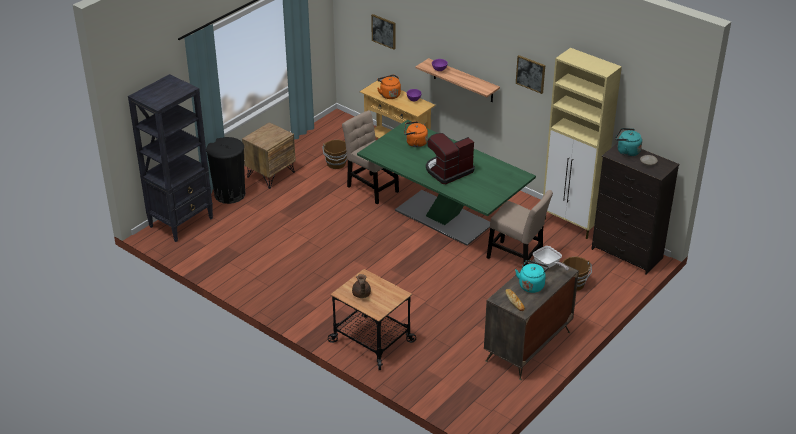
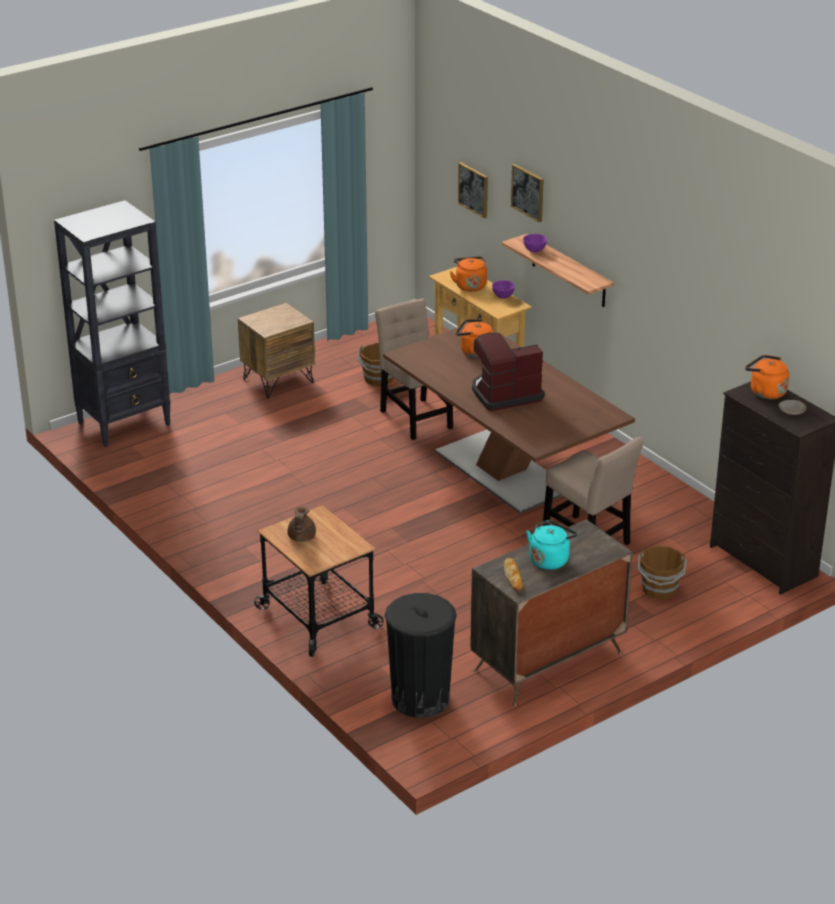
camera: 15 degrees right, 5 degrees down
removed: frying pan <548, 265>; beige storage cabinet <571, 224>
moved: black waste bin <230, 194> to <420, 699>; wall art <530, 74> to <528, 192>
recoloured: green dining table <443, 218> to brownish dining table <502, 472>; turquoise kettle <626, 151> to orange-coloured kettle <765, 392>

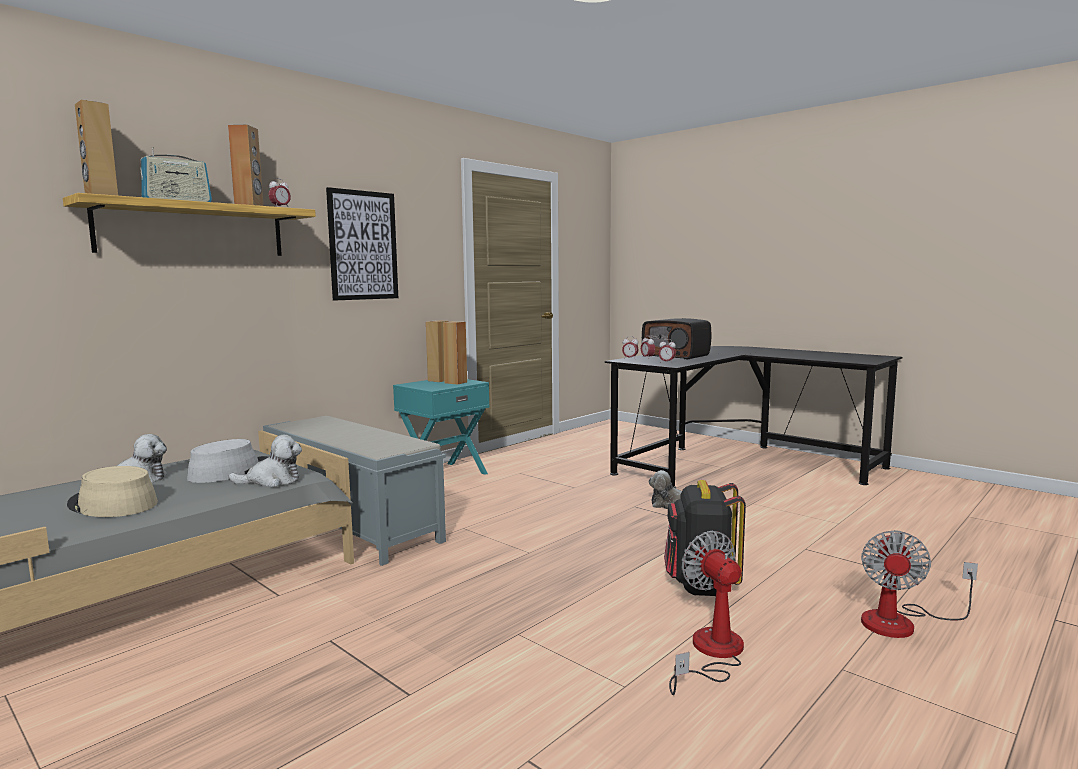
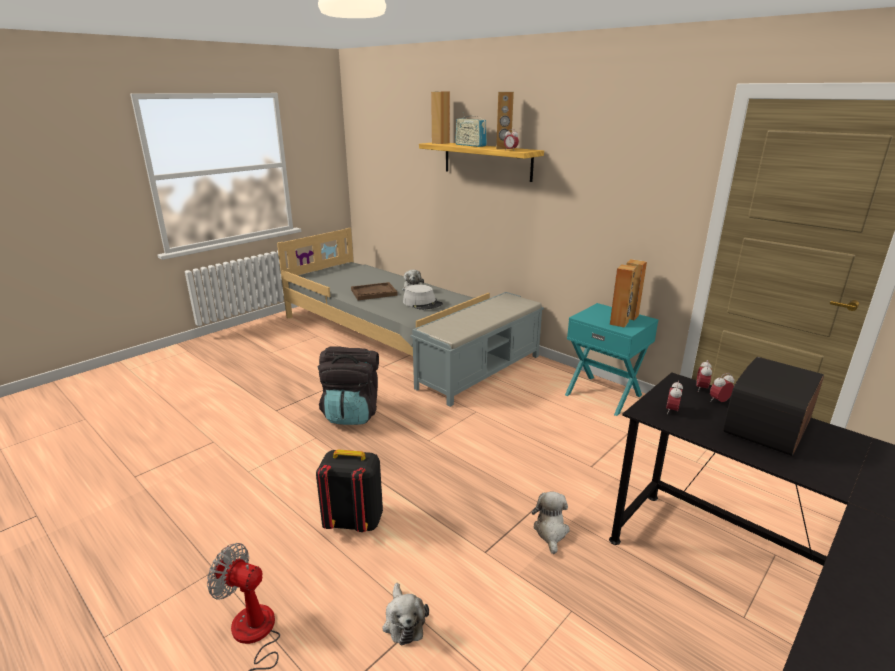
camera: 90 degrees right, 15 degrees up
removed: wall art <363, 245>; cooling fan <711, 653>
added: black backpack <352, 413>
moved: soft toy <272, 481> to <403, 621>
replaced: beige hat <112, 504> to brownish carrying tray <374, 292>

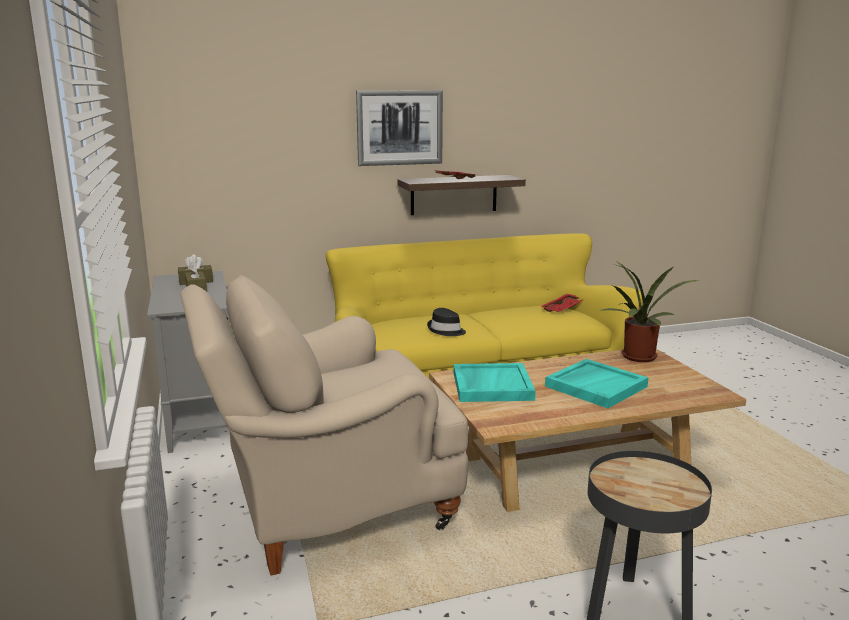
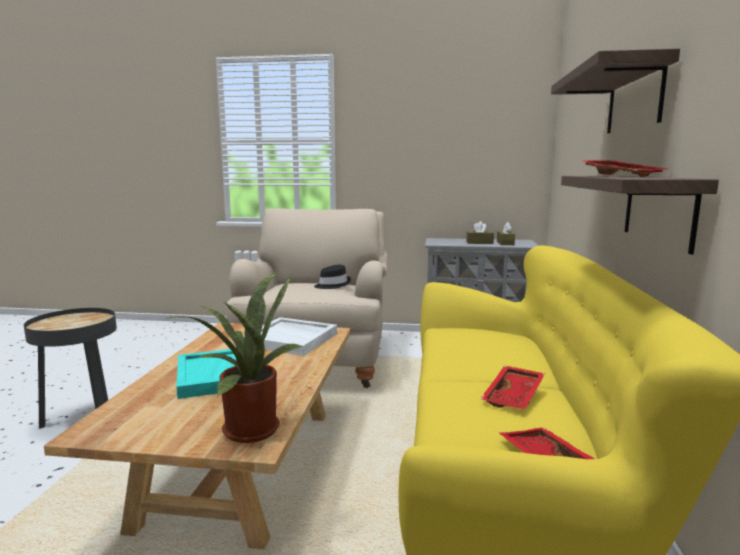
camera: 115 degrees right, 5 degrees down
added: reddish carrying tray <514, 396>
moved: black hat <446, 330> to <332, 285>
replaced: wall art <399, 127> to bracket shelf <634, 99>
recoloured: turquoise carrying tray <491, 386> to whitish carrying tray <291, 339>

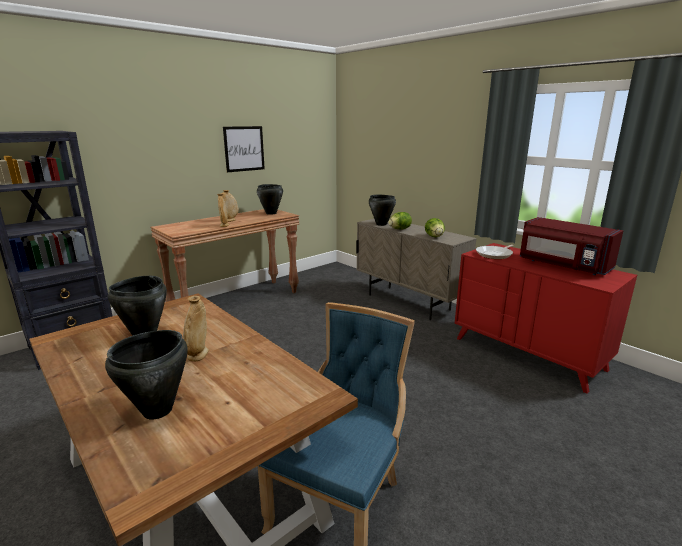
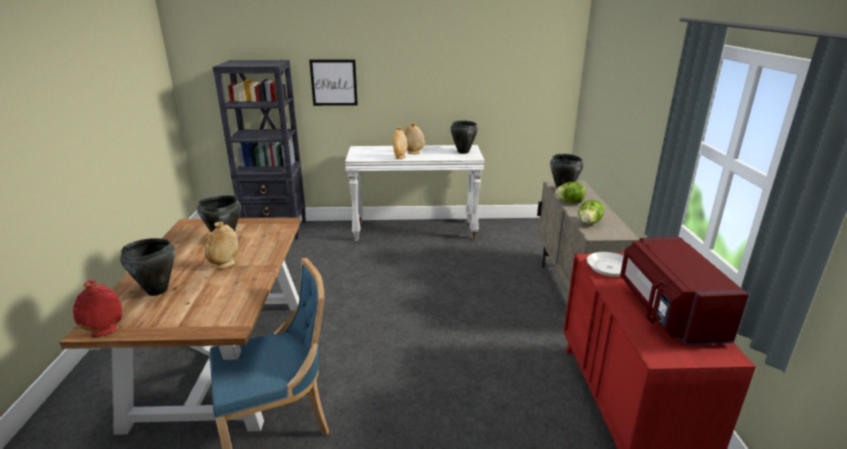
camera: 40 degrees right, 5 degrees up
added: reddish flower vase <104, 331>
moved: wall art <244, 148> to <334, 82>
recoloured: brownish narrow table <236, 301> to whitish narrow table <415, 231>

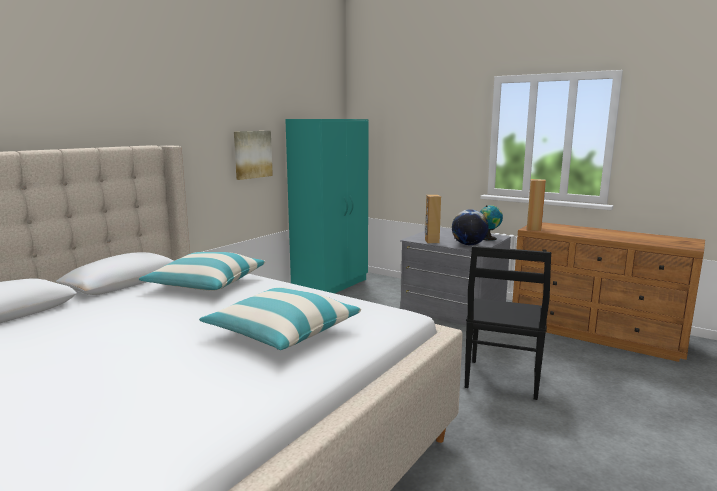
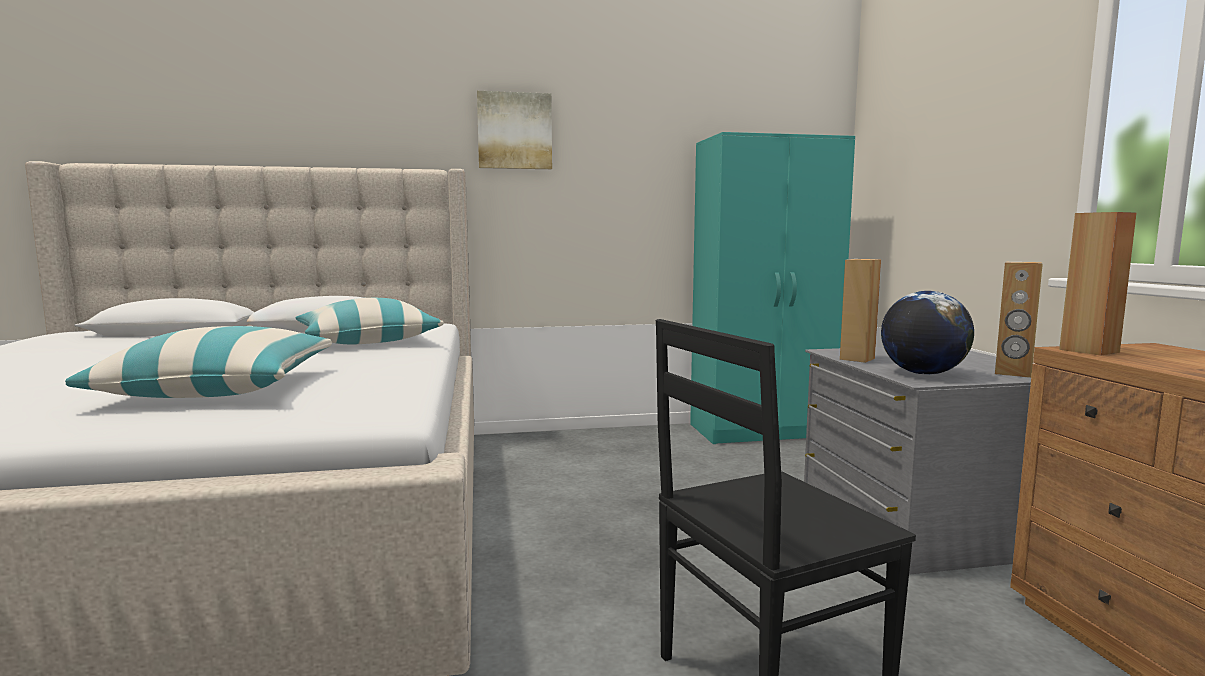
camera: 45 degrees right, 5 degrees down
moved: wall art <252, 154> to <514, 131>
replaced: desk globe <489, 238> to brownish loudspeaker <1013, 373>

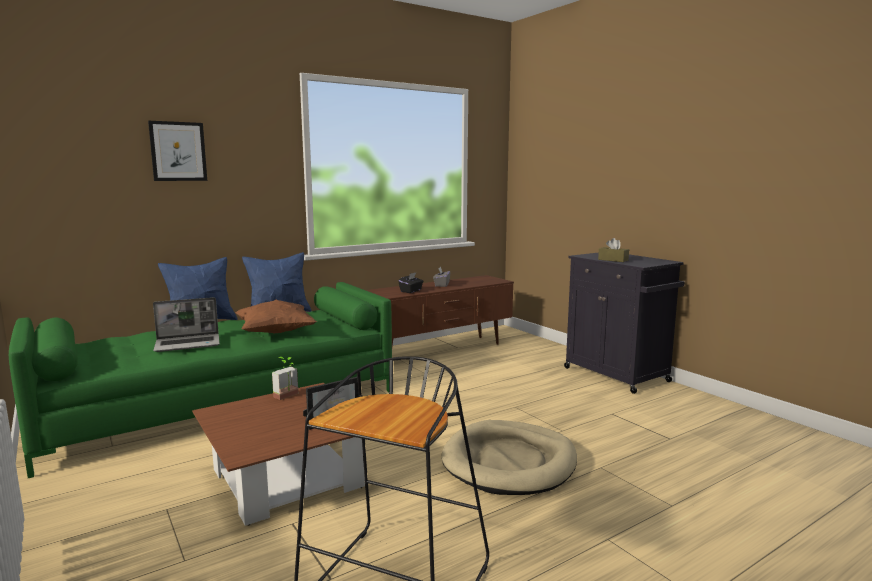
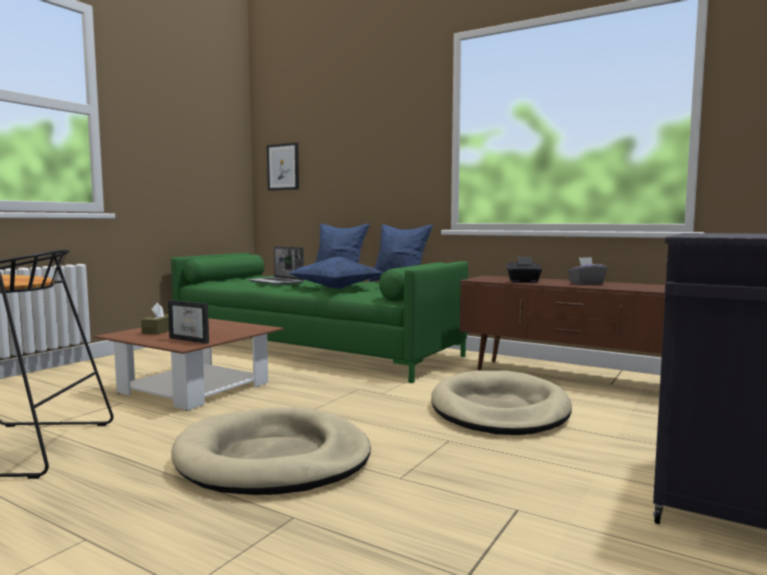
camera: 65 degrees right, 5 degrees down
removed: houseplant <288, 396>
added: beige dog bed <499, 409>
moved: wall art <178, 151> to <283, 167>; brownish tissue box <613, 260> to <159, 331>
recoloured: brownish throw pillow <276, 333> to bluish throw pillow <336, 288>

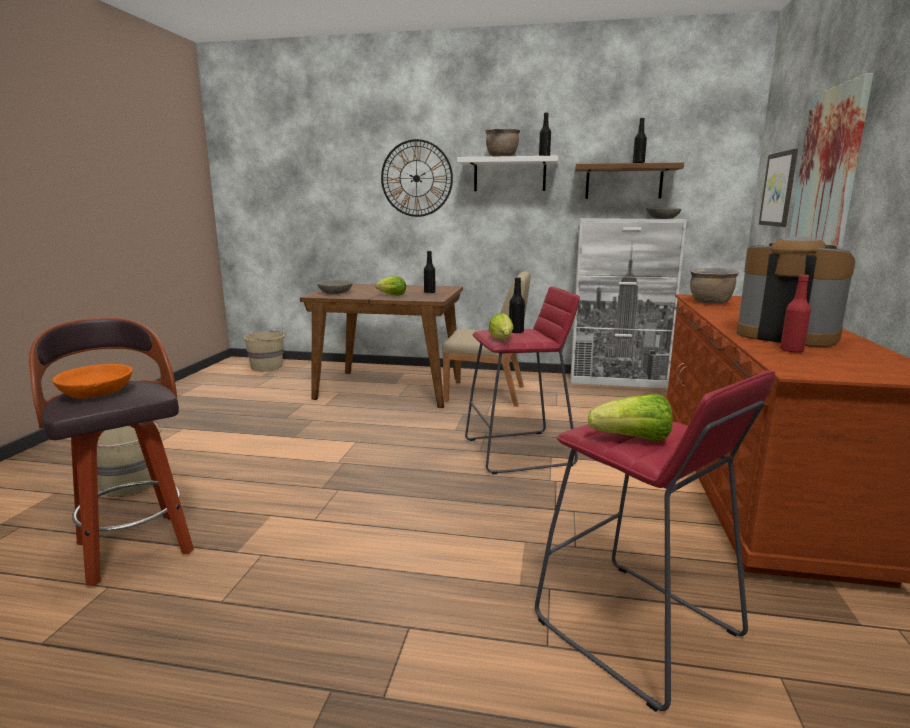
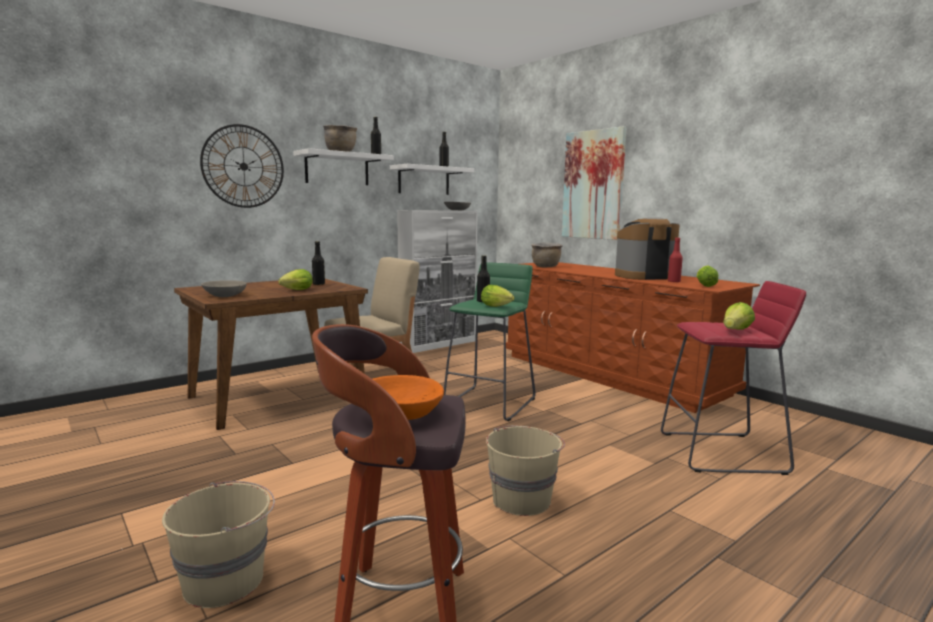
camera: 50 degrees left, 5 degrees down
removed: wall art <779, 189>
added: lettuce <704, 285>
moved: beige pail <267, 367> to <522, 499>
recoloured: reddish sitting stool <519, 452> to green sitting stool <490, 403>; brownish bracket shelf <623, 182> to whitish bracket shelf <424, 180>

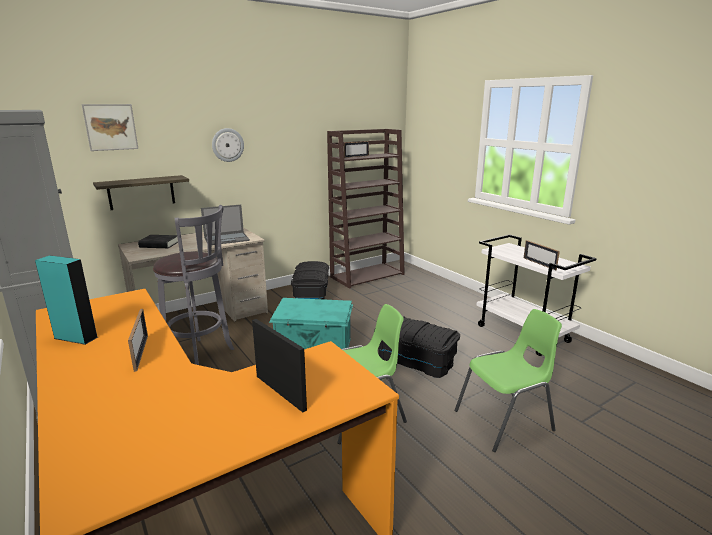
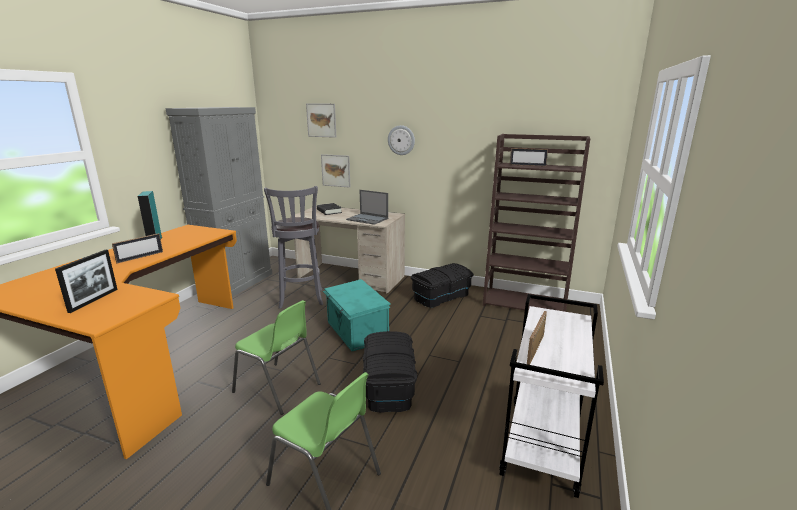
camera: 55 degrees right, 0 degrees up
replaced: bracket shelf <141, 192> to wall art <336, 170>

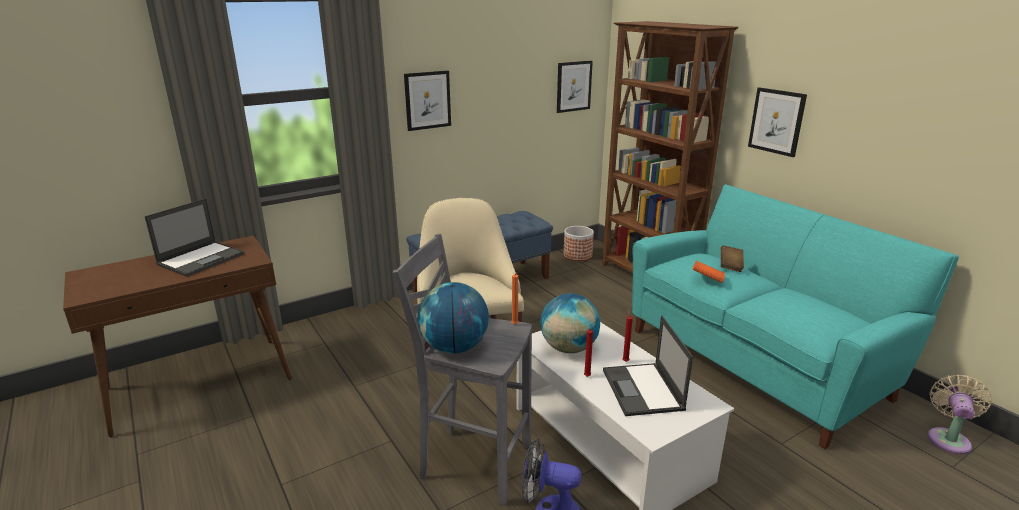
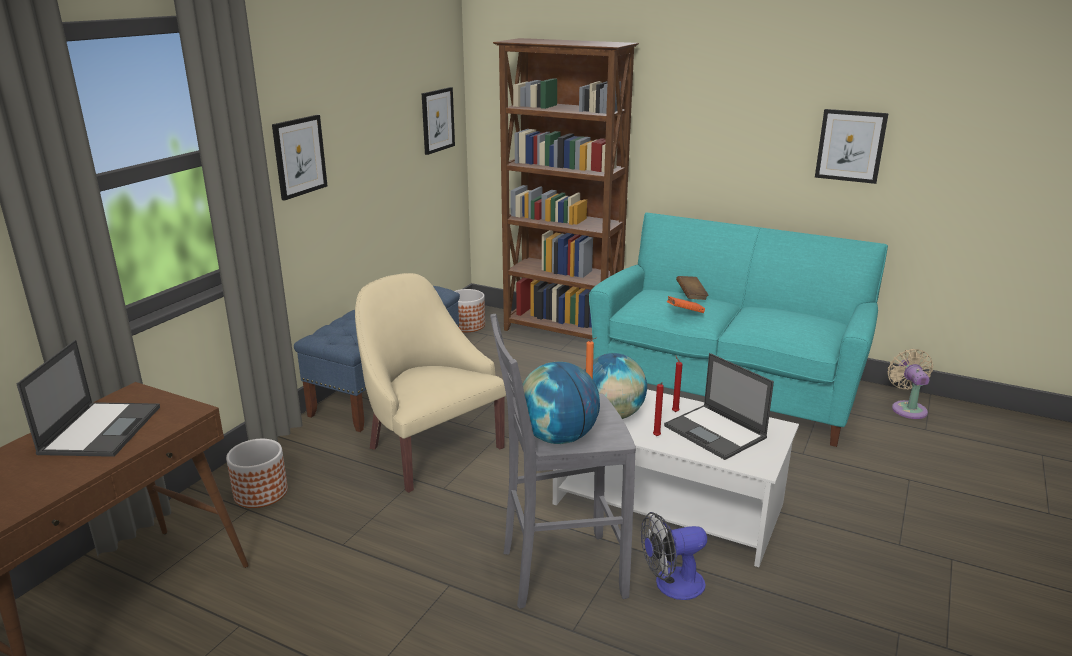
camera: 30 degrees left, 0 degrees up
added: planter <261, 493>
moved: wall art <776, 121> to <850, 146>

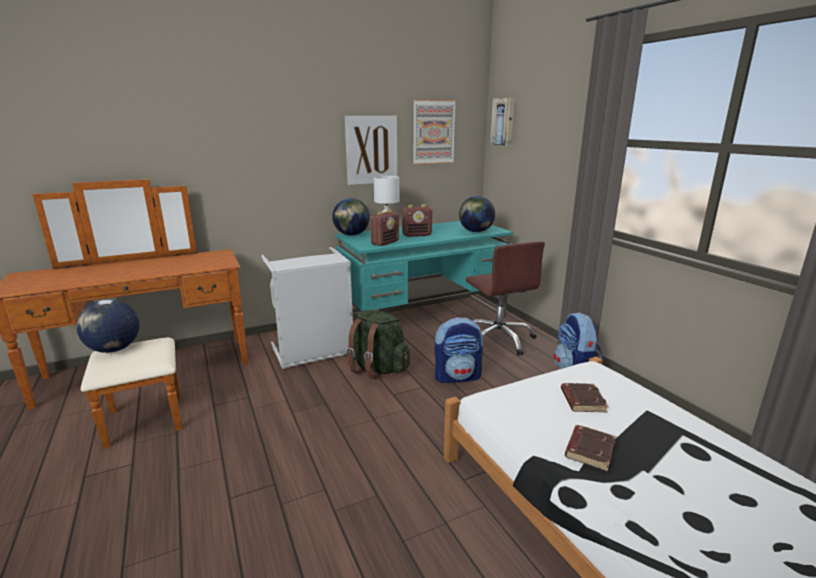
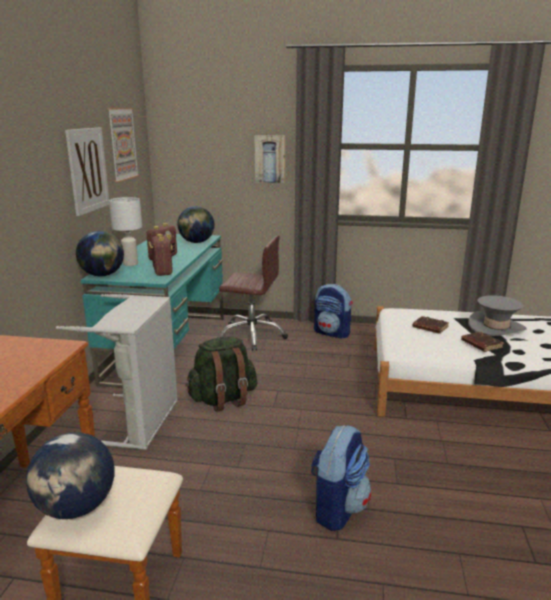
camera: 55 degrees left, 0 degrees up
added: grey hat <496, 327>
moved: backpack <457, 377> to <337, 508>; wall art <503, 122> to <270, 159>

